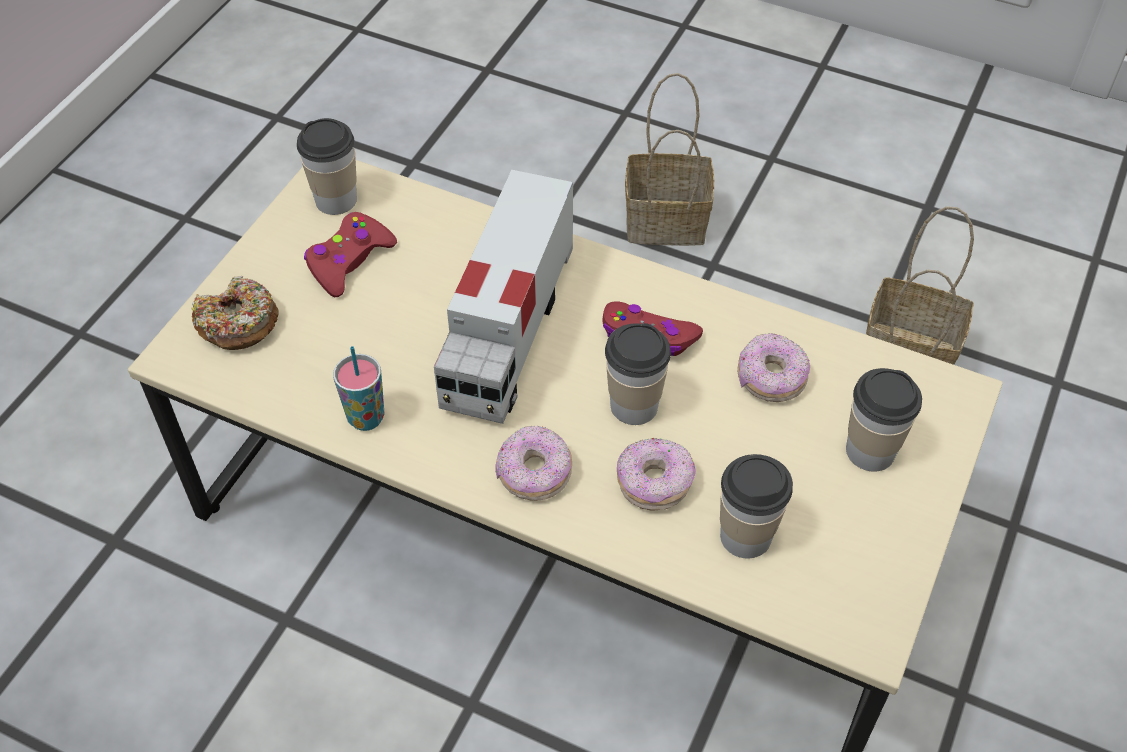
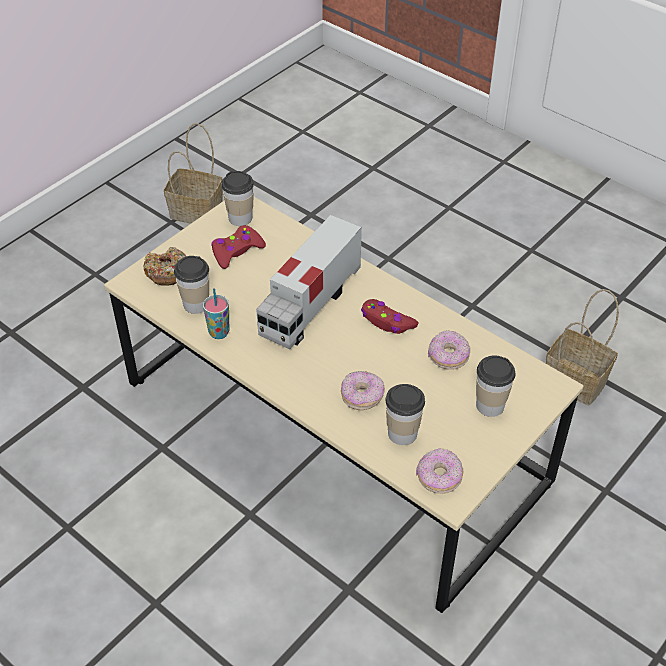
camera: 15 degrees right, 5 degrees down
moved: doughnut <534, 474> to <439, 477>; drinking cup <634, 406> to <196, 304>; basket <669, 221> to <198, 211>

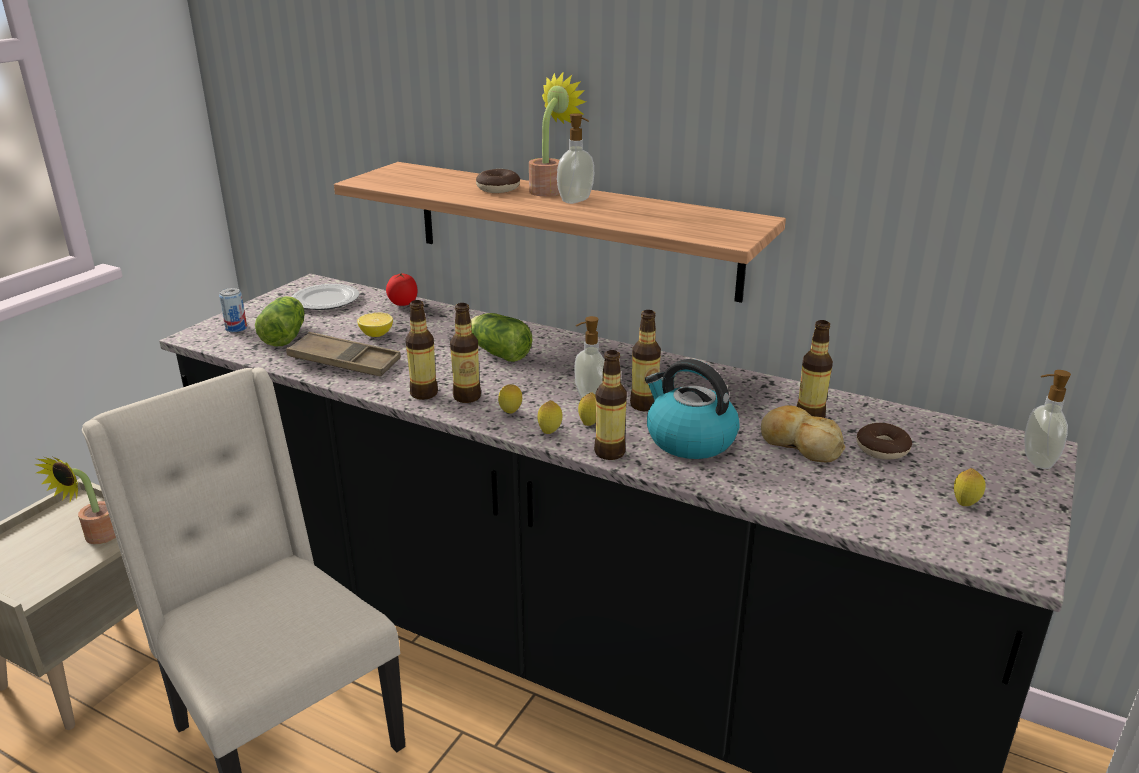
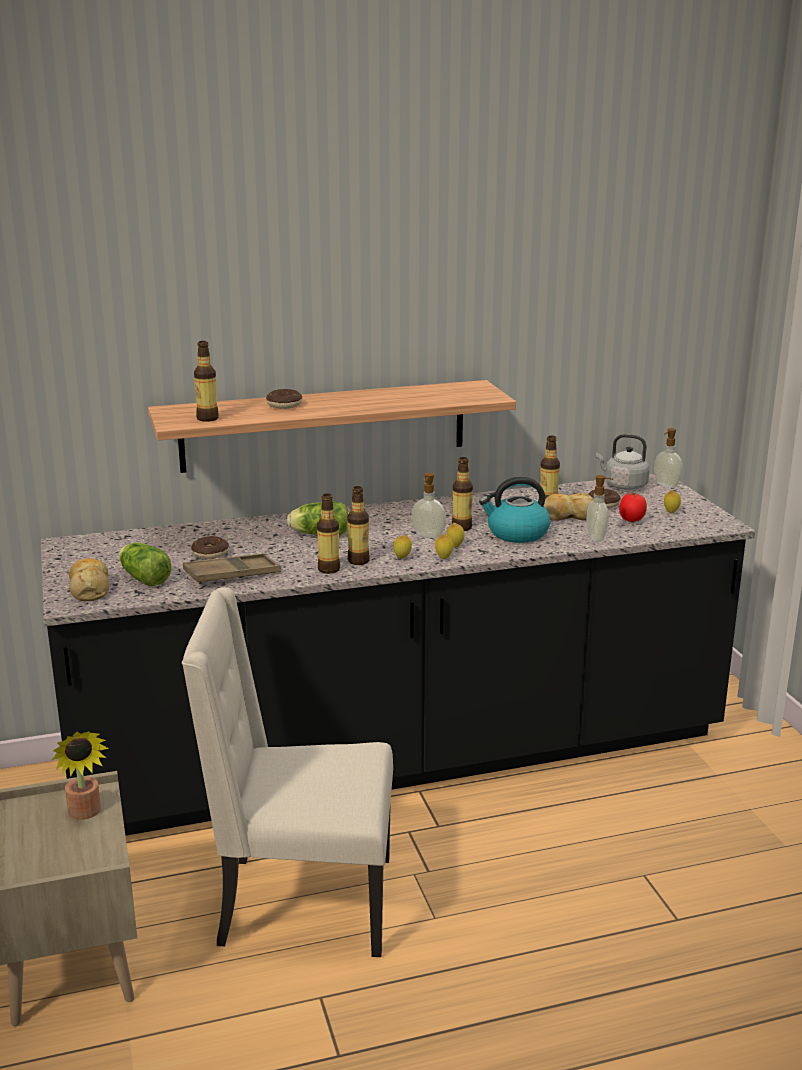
camera: 45 degrees left, 5 degrees down
removed: flat dish <326, 301>; houseplant <550, 190>
added: grey kettle <623, 485>
moved: tomato <402, 304> to <632, 520>; liquid soap bottle <576, 201> to <597, 538>; beverage bottle <609, 452> to <207, 418>
replaced: sealed can <236, 328> to bakery bread <89, 588>; whole lemon <376, 334> to doughnut <210, 553>

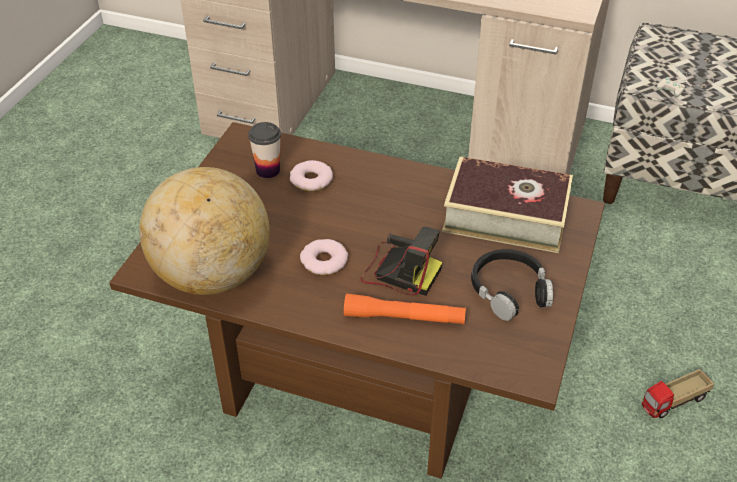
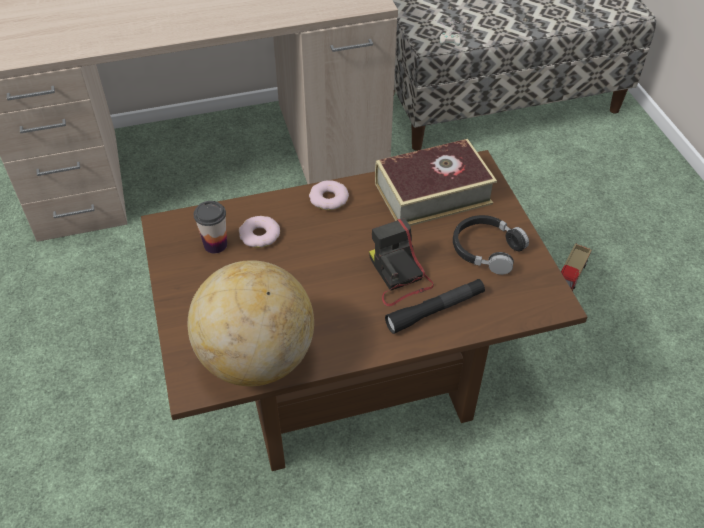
camera: 35 degrees left, 5 degrees up
moved: doughnut <324, 261> to <329, 199>
recoloured: orange-coloured torch <404, 317> to black torch <435, 310>
turned: photo camera <399, 271> = <398, 276> 105 degrees counterclockwise

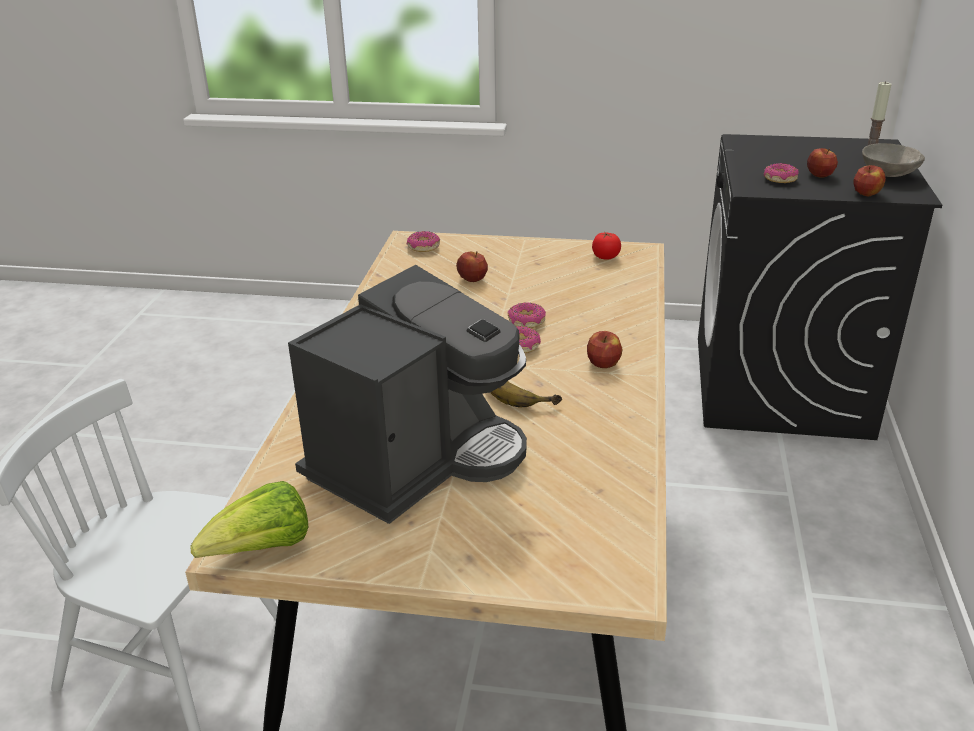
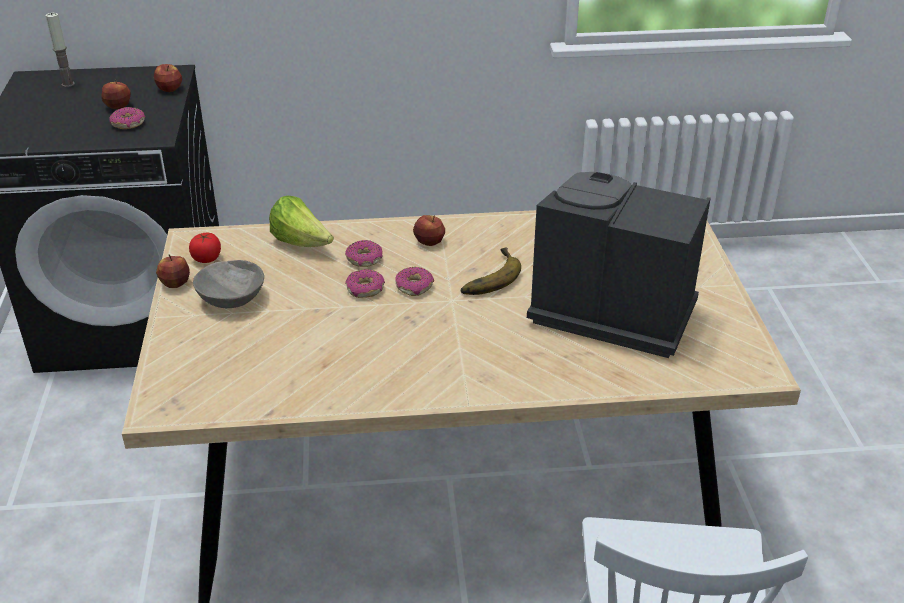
camera: 105 degrees left, 5 degrees up
moved: lettuce <262, 550> to <301, 243>; doughnut <423, 247> to <364, 259>; apple fruit <472, 279> to <175, 284>; grey deep dish <888, 173> to <230, 299>

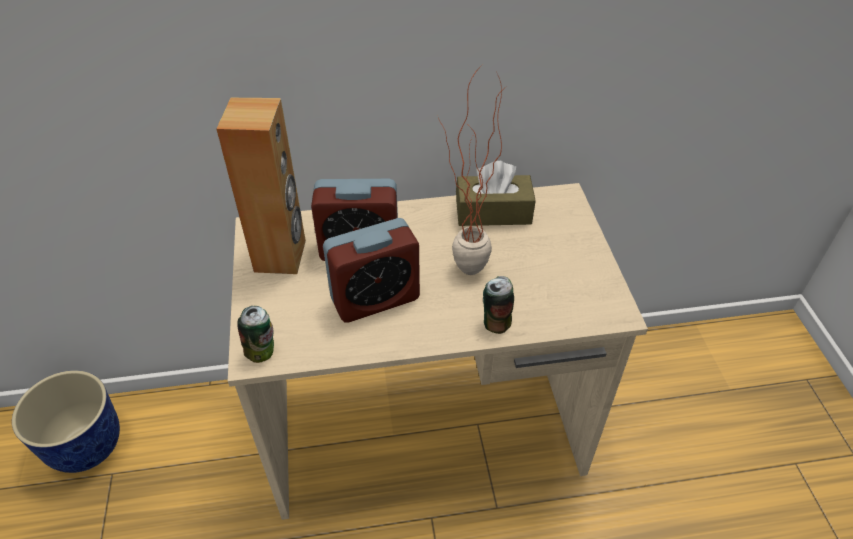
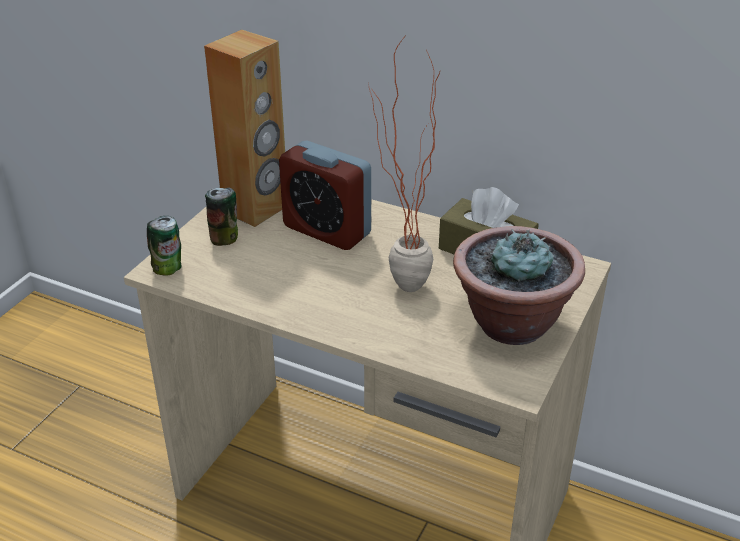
camera: 35 degrees right, 10 degrees down
removed: planter <87, 445>; table clock <375, 299>
added: houseplant <511, 323>
moved: sealed can <496, 322> to <225, 238>

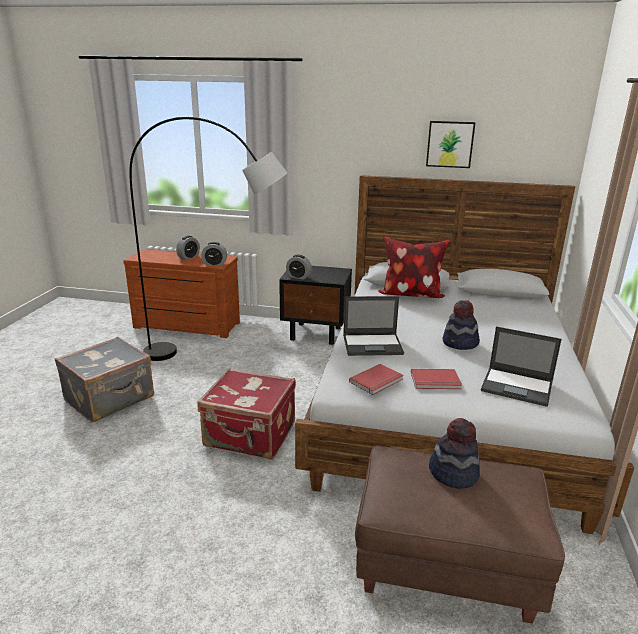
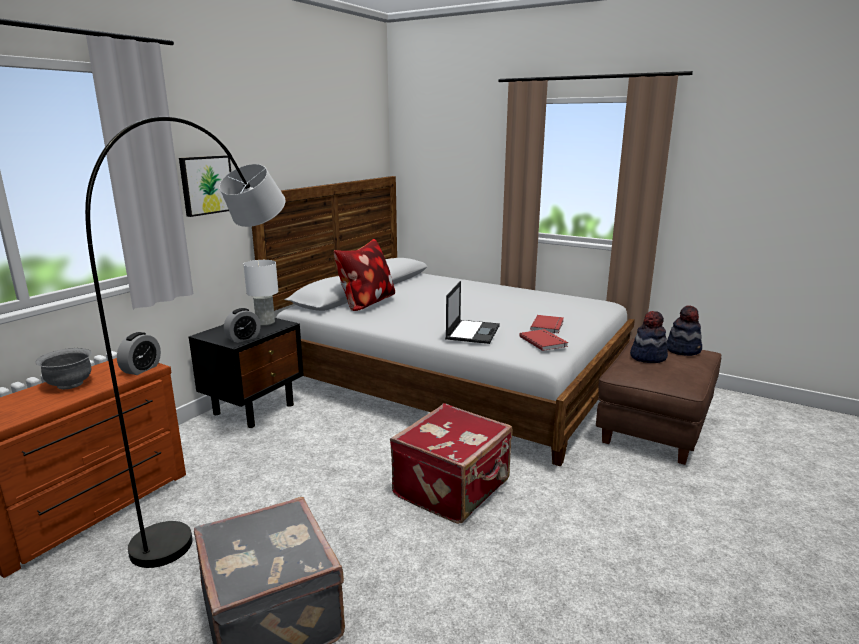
camera: 70 degrees left, 5 degrees down
removed: portable computer <517, 387>
added: whitish tabletop lamp <265, 322>
moved: wall art <450, 144> to <206, 185>; hat <460, 343> to <683, 350>
replaced: table clock <188, 257> to grey deep dish <70, 384>

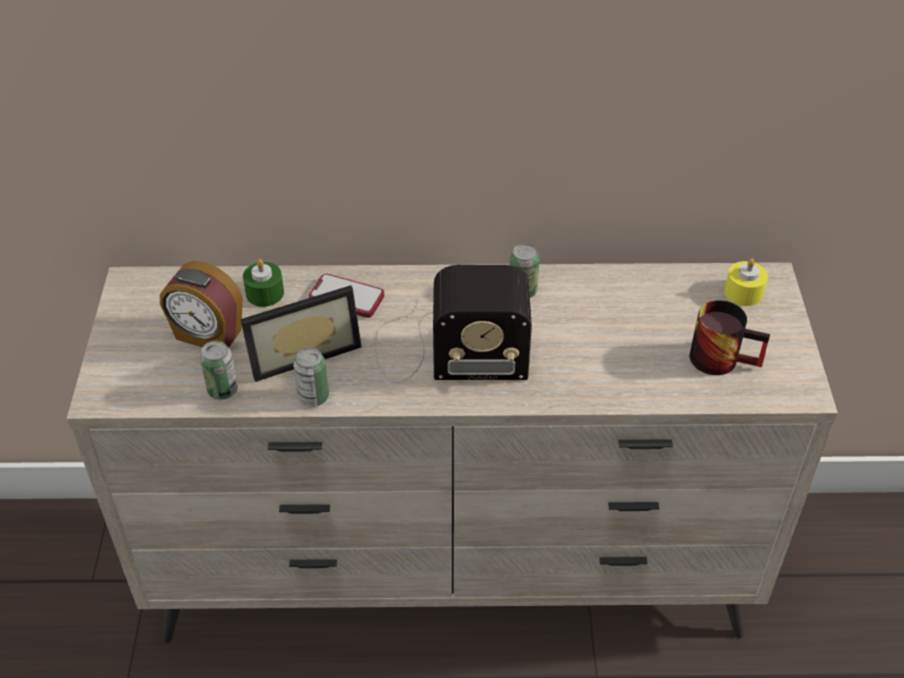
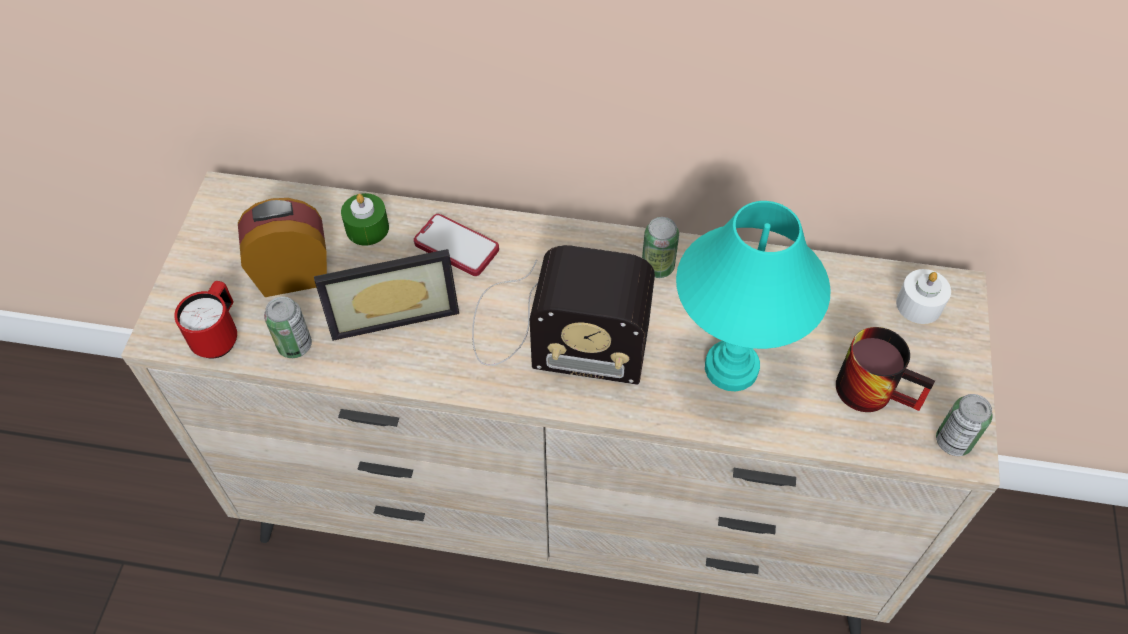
camera: 10 degrees right, 10 degrees up
added: reddish coffee mug <219, 335>; turquoise tabletop lamp <730, 368>
moved: sealed can <313, 397> to <953, 441>
recoloured: yellow candle <743, 292> to whitish candle <919, 305>
turned: table clock <208, 335> = <293, 273> 135 degrees clockwise

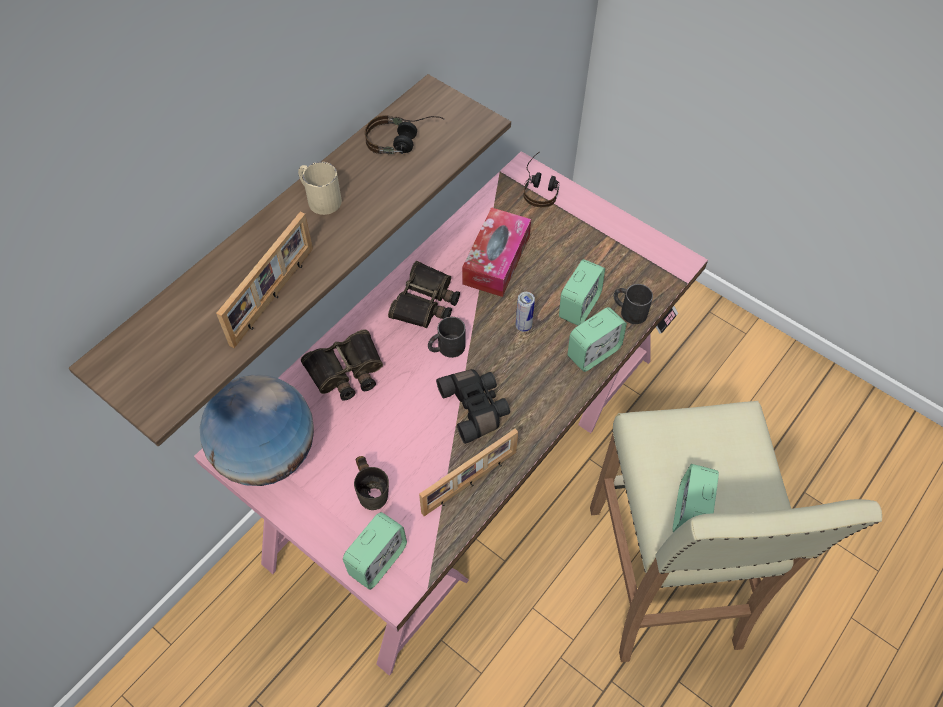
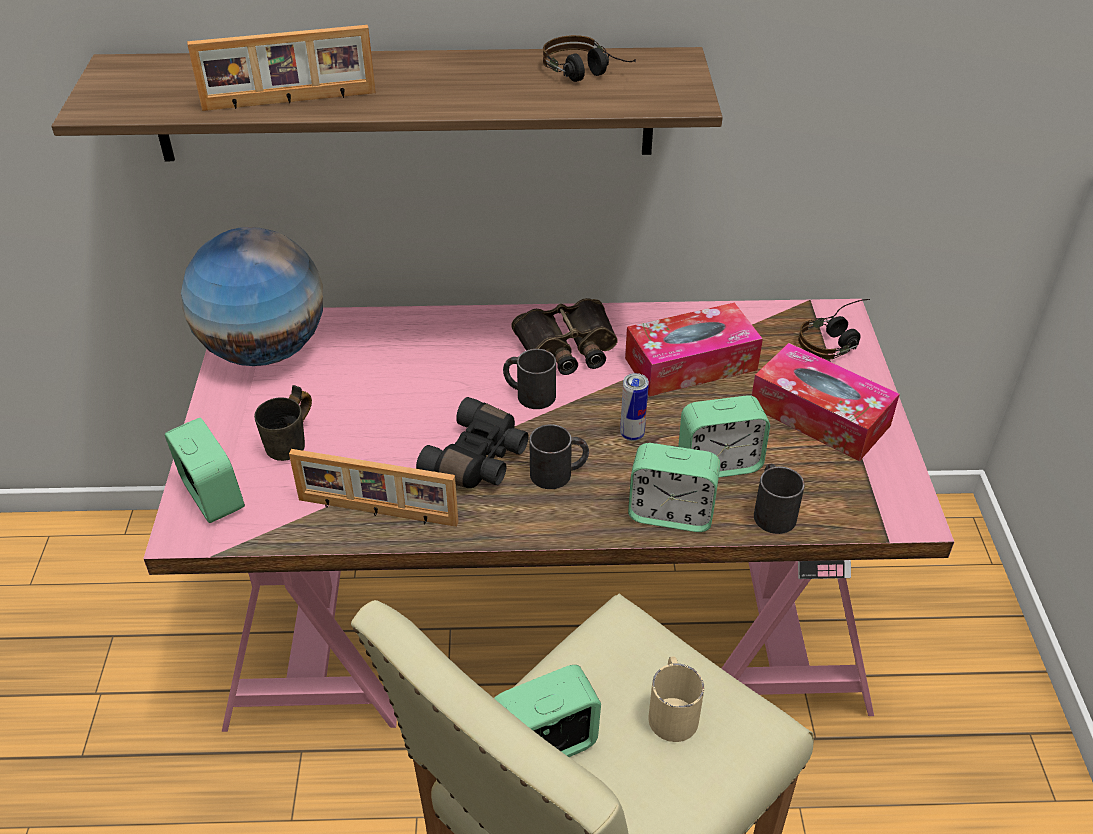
camera: 50 degrees right, 15 degrees down
removed: field glasses <346, 371>
added: black coffee mug <559, 473>; tissue box <819, 416>
moved: beige coffee mug <319, 198> to <672, 710>
turned: table clock <377, 560> = <212, 496> 120 degrees counterclockwise

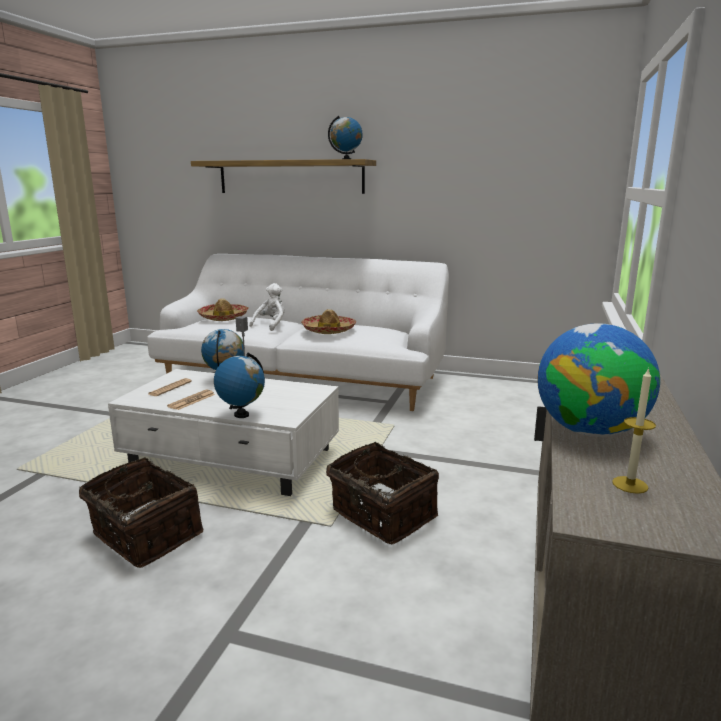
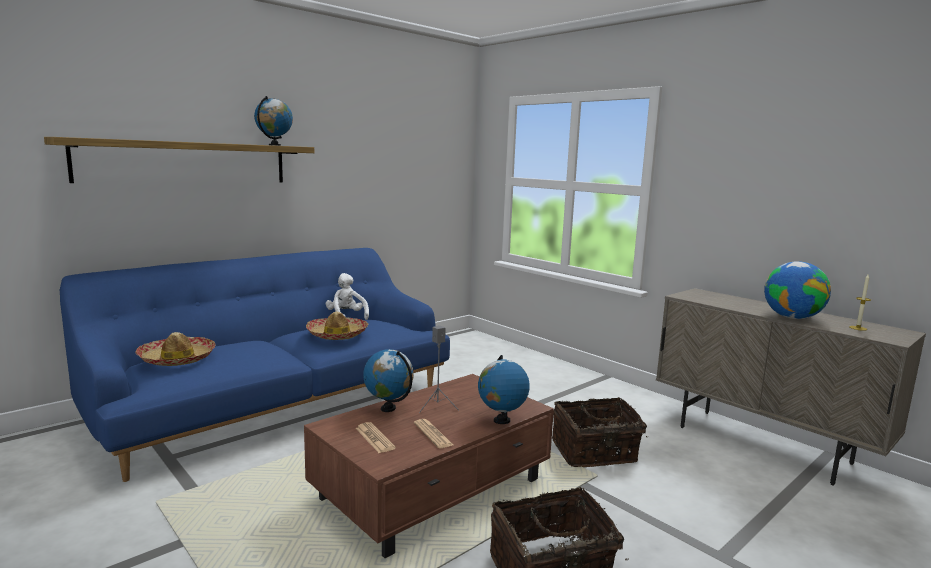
camera: 60 degrees left, 5 degrees down
moved: whitish soft toy <271, 325> to <346, 317>
recoloured: whitish low table <233, 460> to brownish low table <435, 489>; whitish settee <304, 378> to bluish settee <278, 404>

